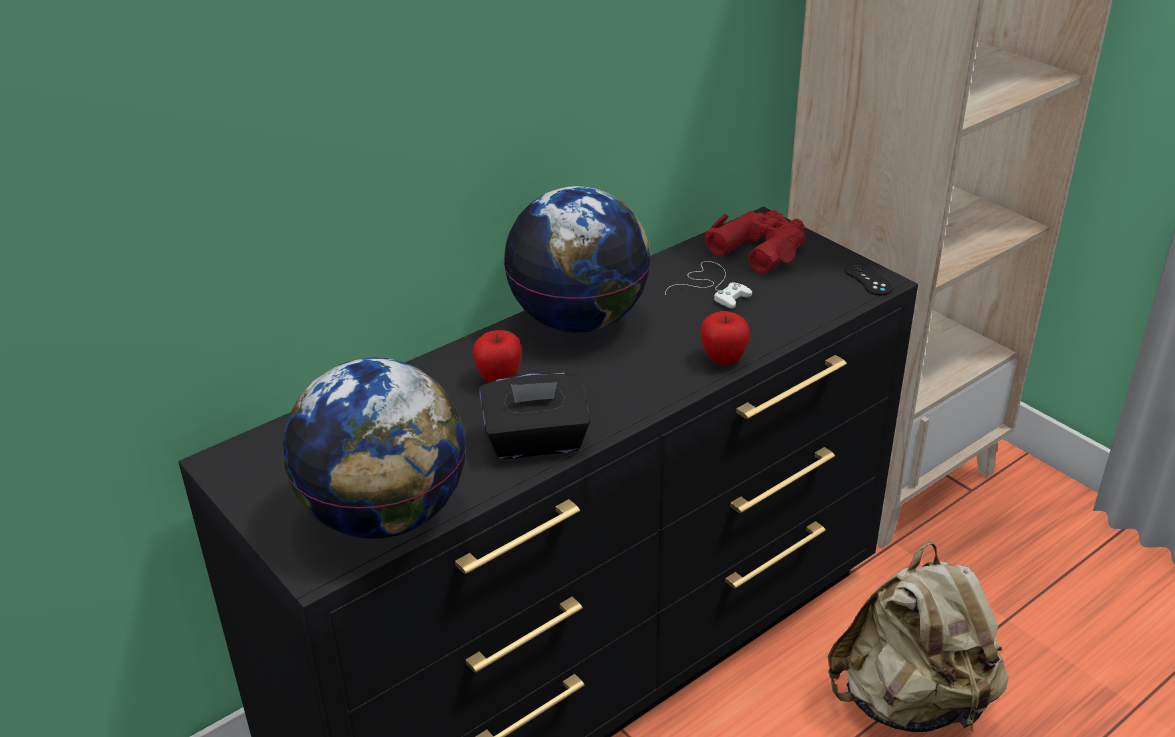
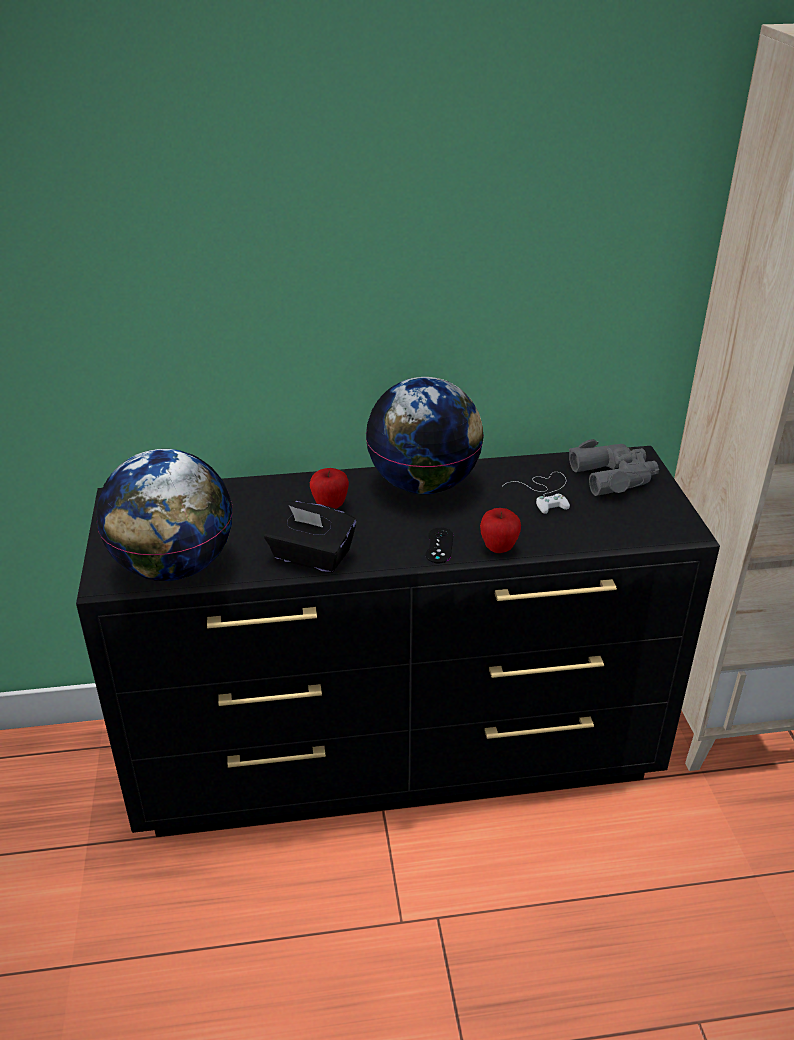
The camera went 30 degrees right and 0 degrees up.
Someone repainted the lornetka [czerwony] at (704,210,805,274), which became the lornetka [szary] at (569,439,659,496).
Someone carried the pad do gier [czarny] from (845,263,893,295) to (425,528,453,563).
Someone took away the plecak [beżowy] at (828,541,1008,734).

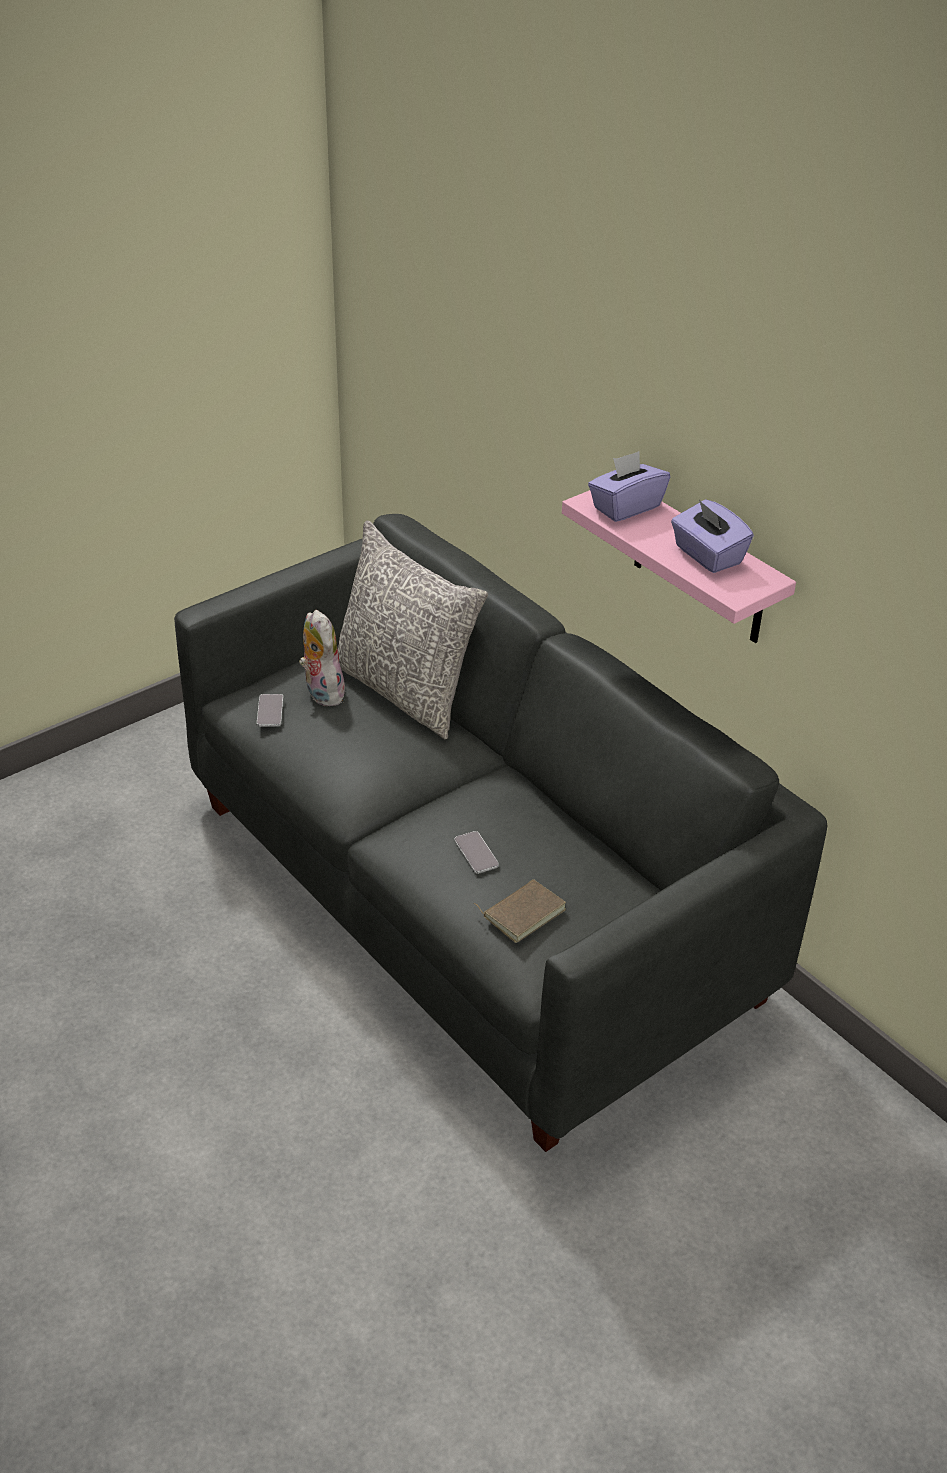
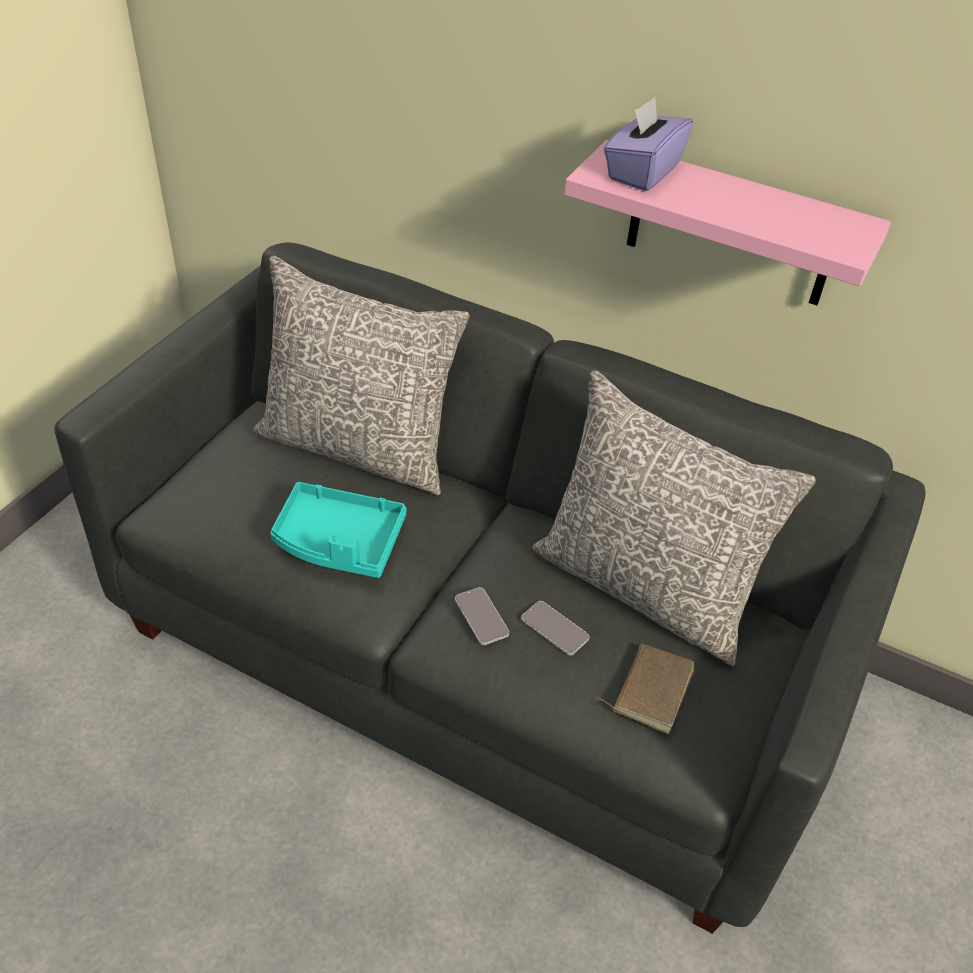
The camera went 25 degrees left and 5 degrees up.
Someone took away the pudełko chusteczek [fioletowy] at (671,499,754,573).
Someone took away the pluszak at (299,610,345,706).
Someone carried the telefon from (257,694,283,727) to (455,587,509,645).
Someone put down the poduszka [szary] at (533,370,816,666).
Someone put down the taca [turkusowy] at (270,482,407,578).

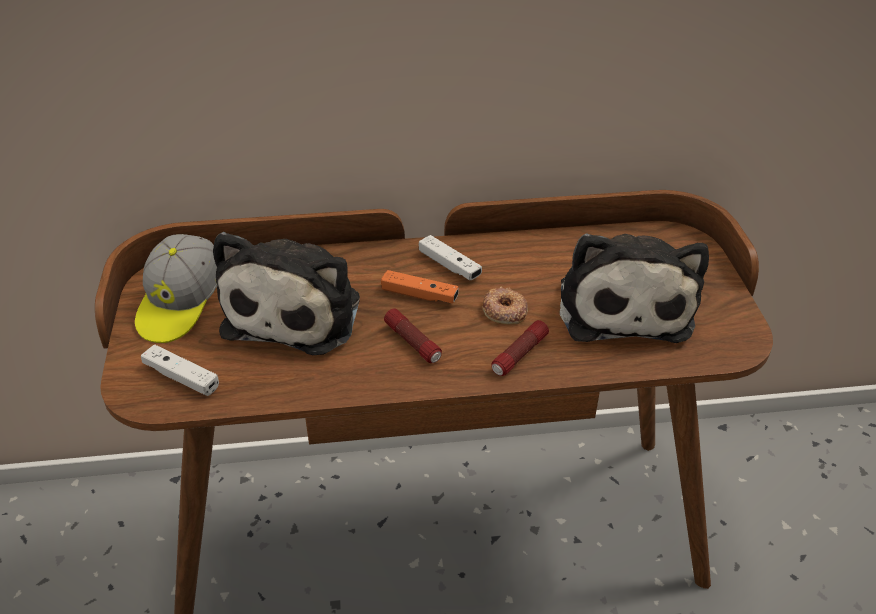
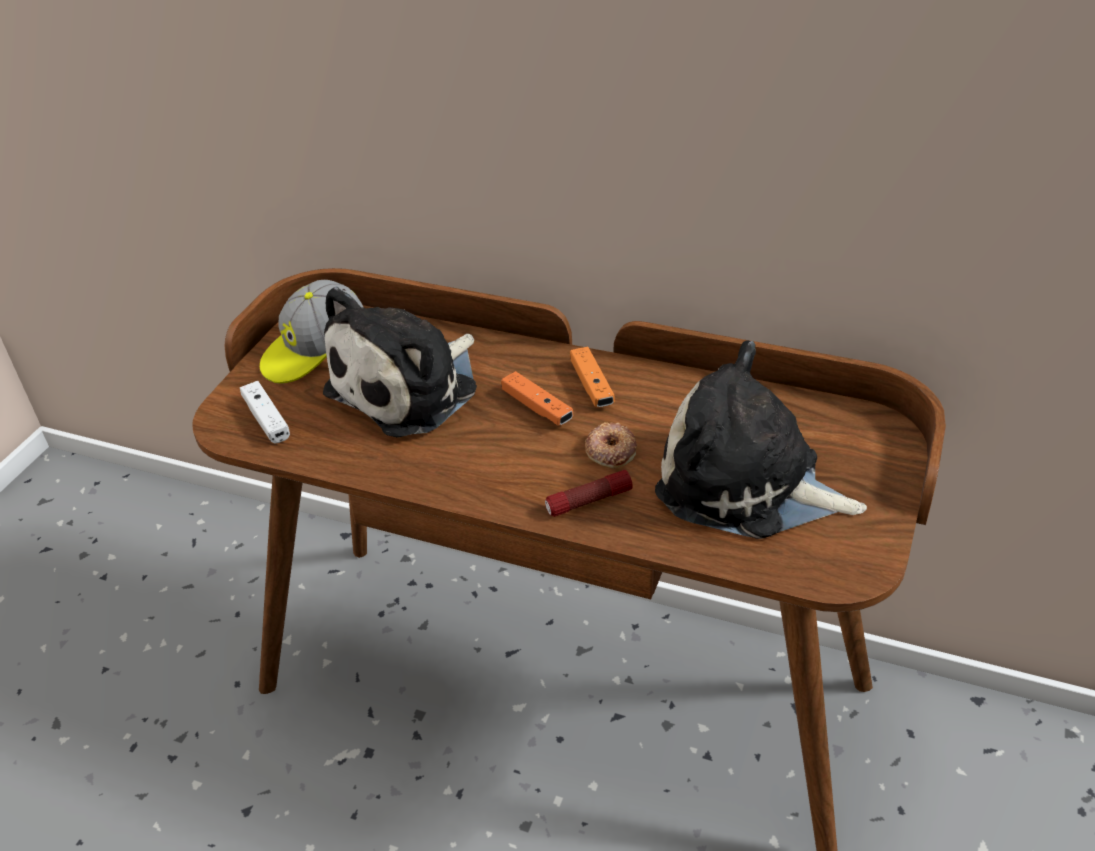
The camera went 30 degrees right and 0 degrees up.
Someone rotated the pluszak at (560,233,709,343) by 90 degrees clockwise.
Someone repainted the pad do gier [biały] at (419,235,482,280), which became the pad do gier [pomarańczowy] at (570,347,615,407).
Someone took away the latarka at (384,308,442,363).

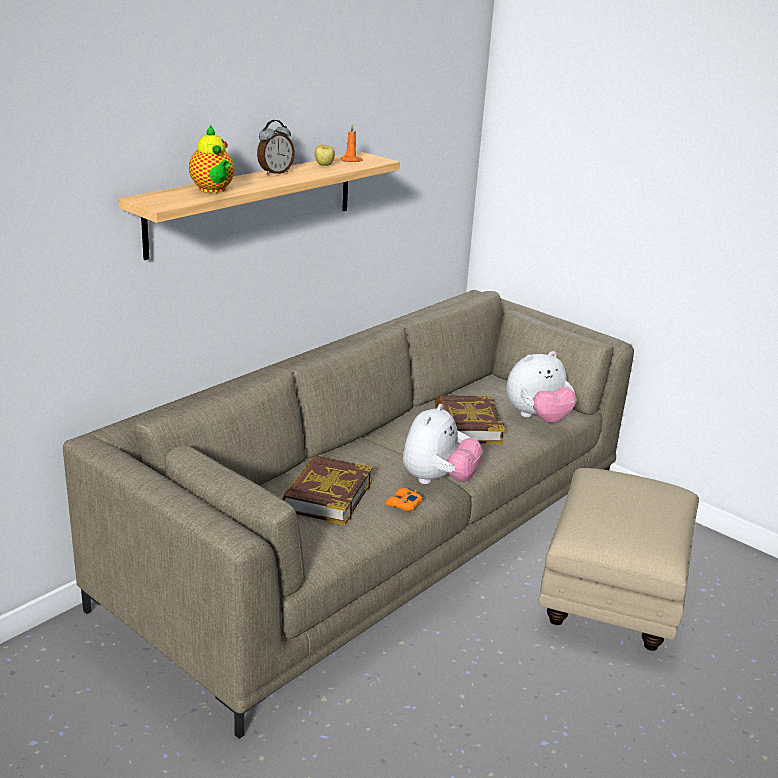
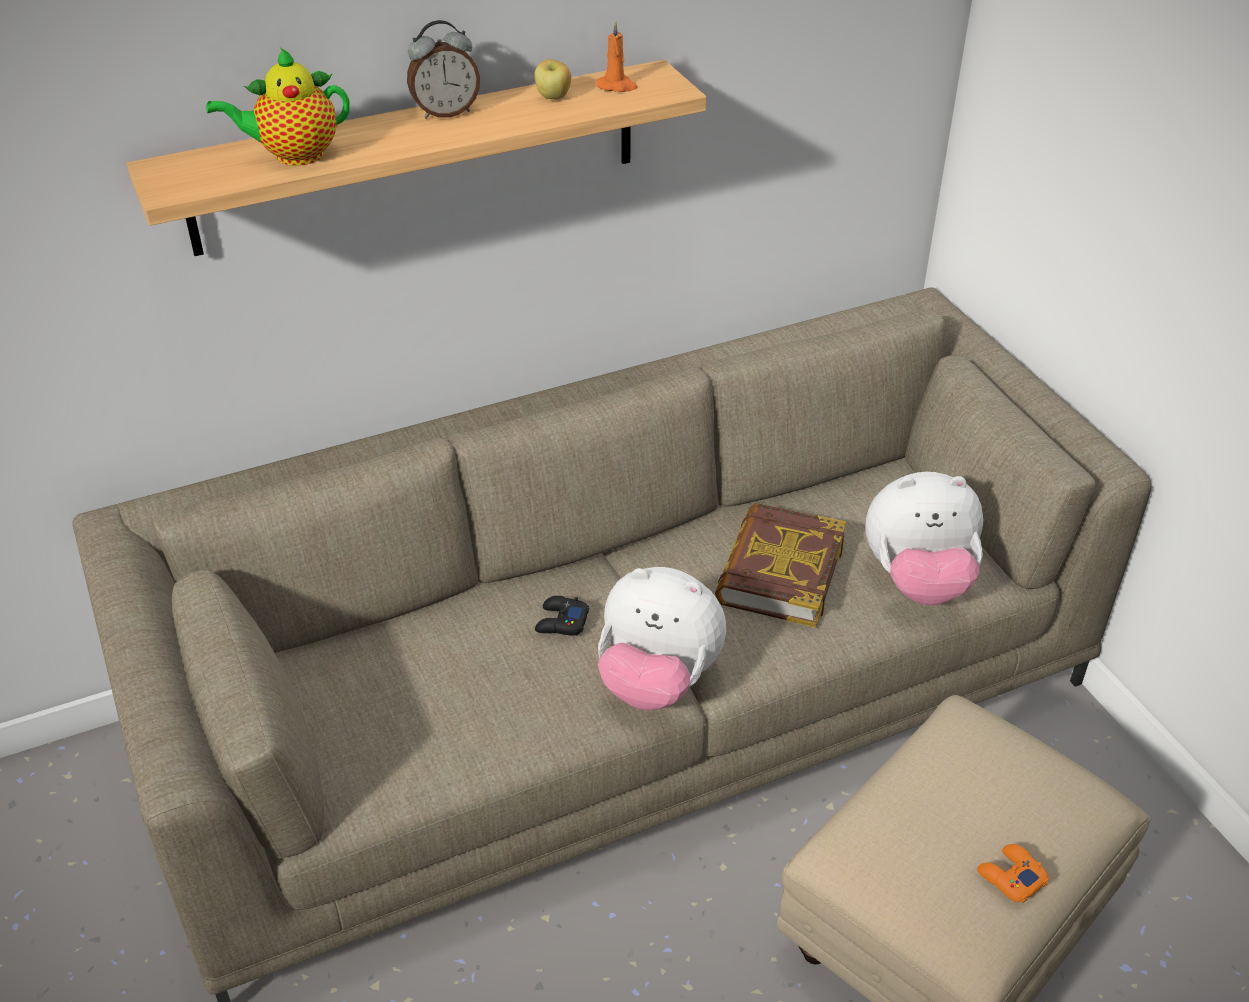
The camera went 25 degrees right and 15 degrees up.
Someone rotated the imbryk at (189,126,235,193) by 75 degrees clockwise.
Someone rotated the pluszak at (403,404,483,484) by 60 degrees clockwise.
Someone took away the książka at (282,455,373,525).
Someone carried the pad do gier [pomarańczowy] from (385,488,422,511) to (977,844,1049,903).
Someone put down the pad do gier [czarny] at (535,596,589,636).

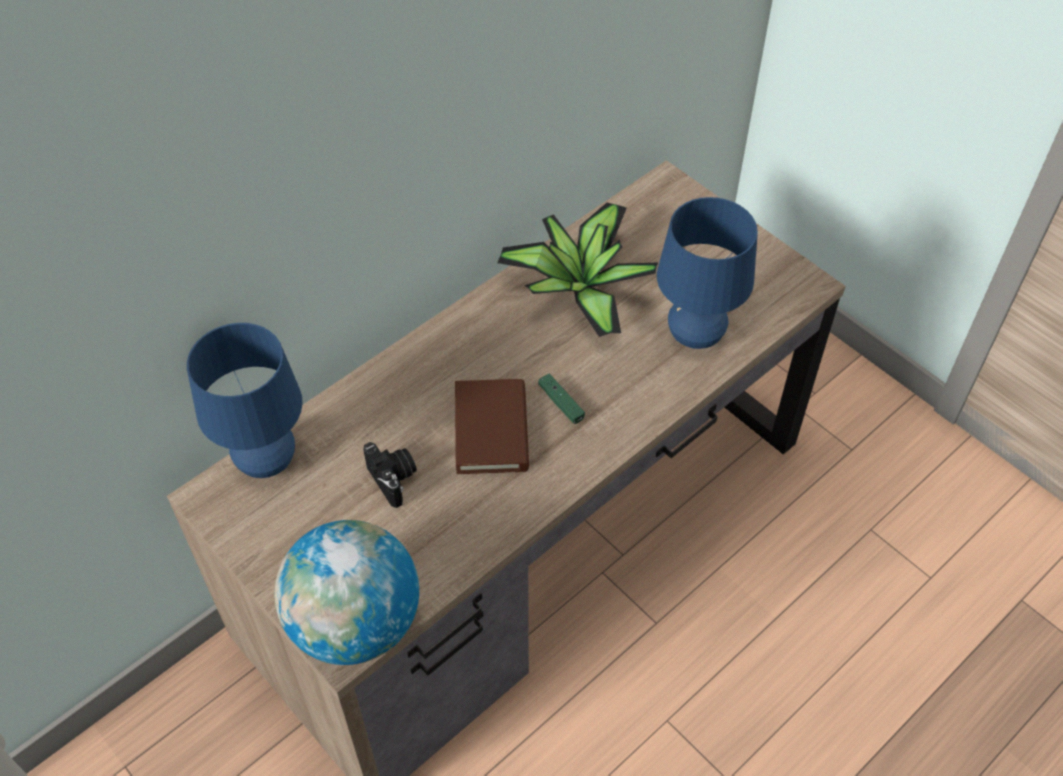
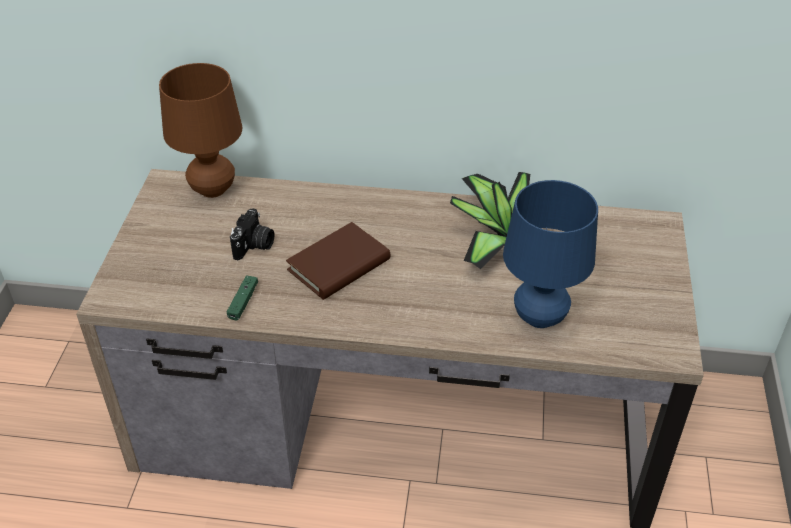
The camera went 50 degrees right and 10 degrees down.
Someone repainted the lampa stołowa [niebieski] at (187,323,303,478), which became the lampa stołowa [brązowy] at (159,63,242,198).
Someone carried the pad do gier [zielony] from (538,374,585,424) to (227,275,258,320).
Someone took away the globus at (275,520,419,665).

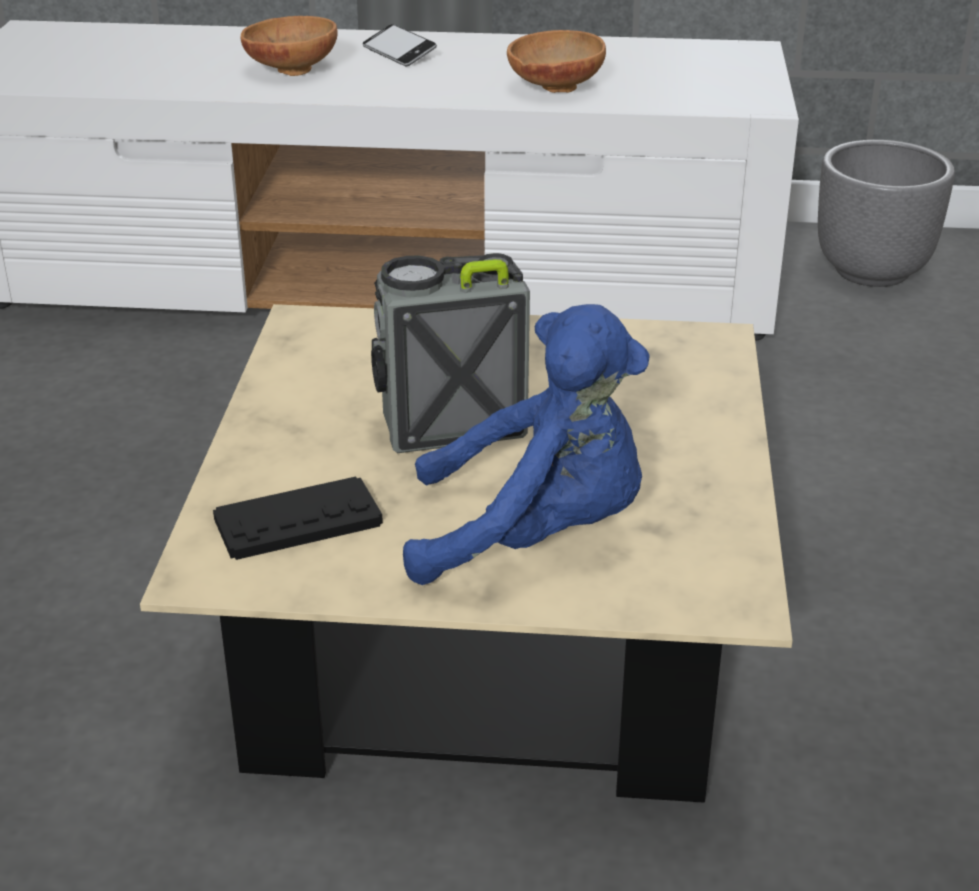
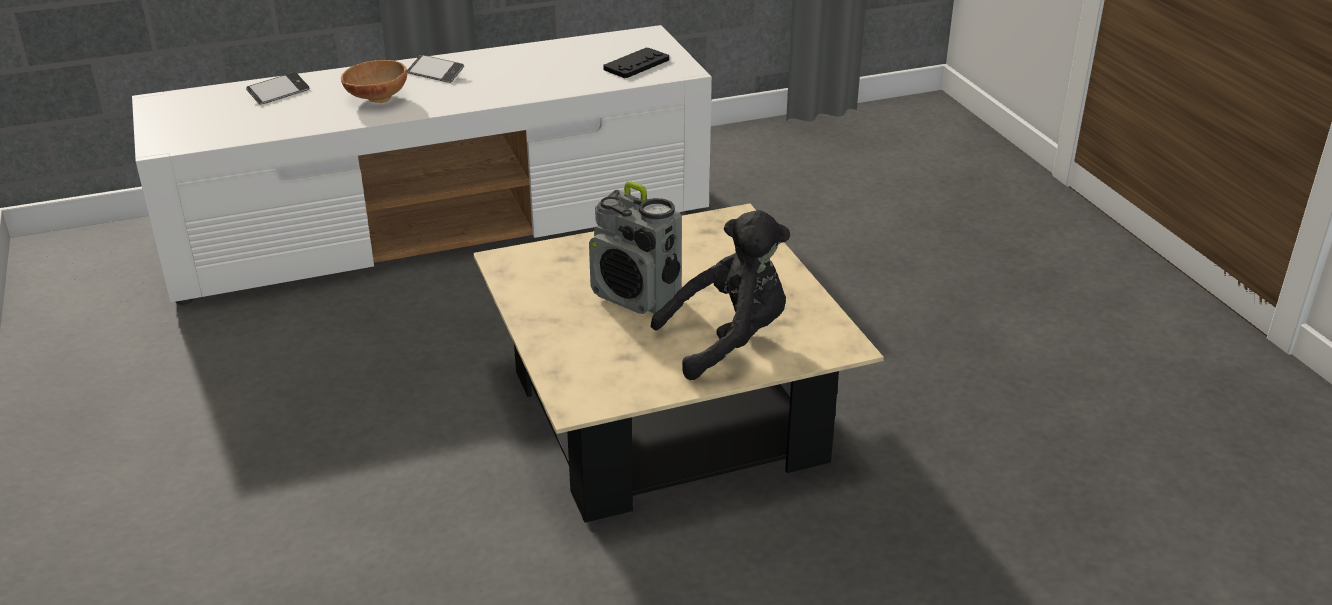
The camera went 25 degrees left and 0 degrees up.
Someone took away the miska [brązowy] at (507,30,606,93).
Someone took away the donica [szary] at (818,140,955,287).
Someone rotated the radio at (371,253,530,453) by 105 degrees counterclockwise.
Someone repainted the pluszak [niebieski] at (403,304,649,585), which became the pluszak [czarny] at (651,210,790,380).
Someone carried the pad do gier [czarny] from (213,476,383,560) to (604,48,669,78).
Someone put down the telefon at (246,72,309,105).

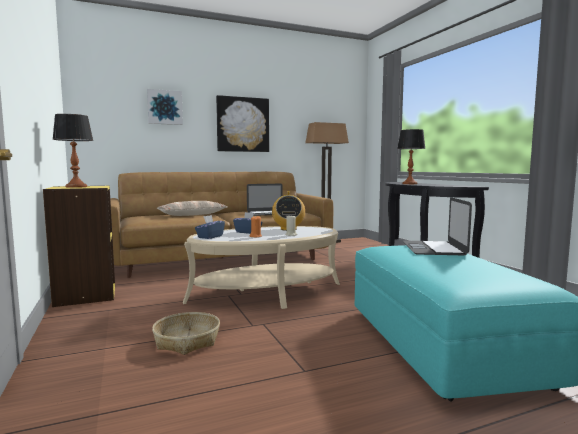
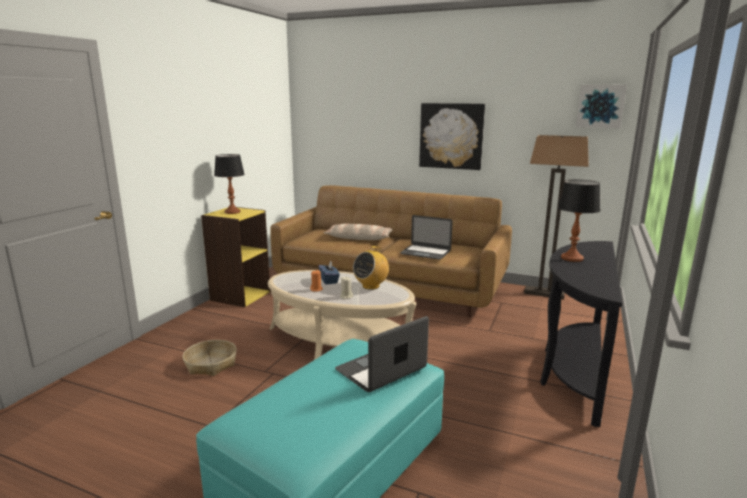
The camera went 45 degrees right and 10 degrees up.
Someone carried the obraz from (147,89,183,125) to (576,85,627,128).
Someone took away the pudełko chusteczek [niebieski] at (195,215,225,239).

